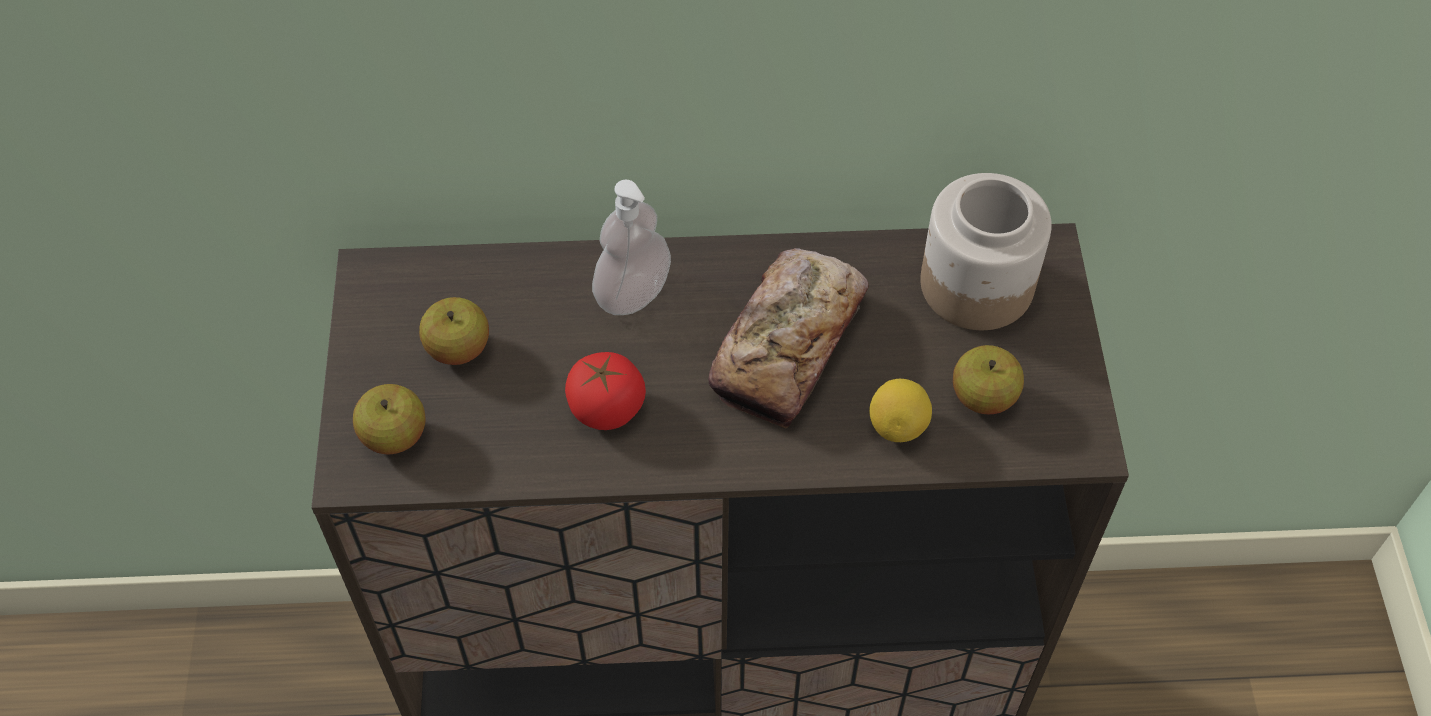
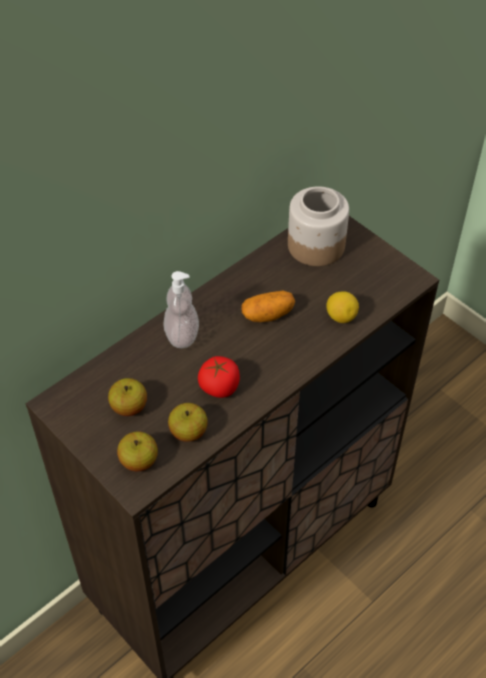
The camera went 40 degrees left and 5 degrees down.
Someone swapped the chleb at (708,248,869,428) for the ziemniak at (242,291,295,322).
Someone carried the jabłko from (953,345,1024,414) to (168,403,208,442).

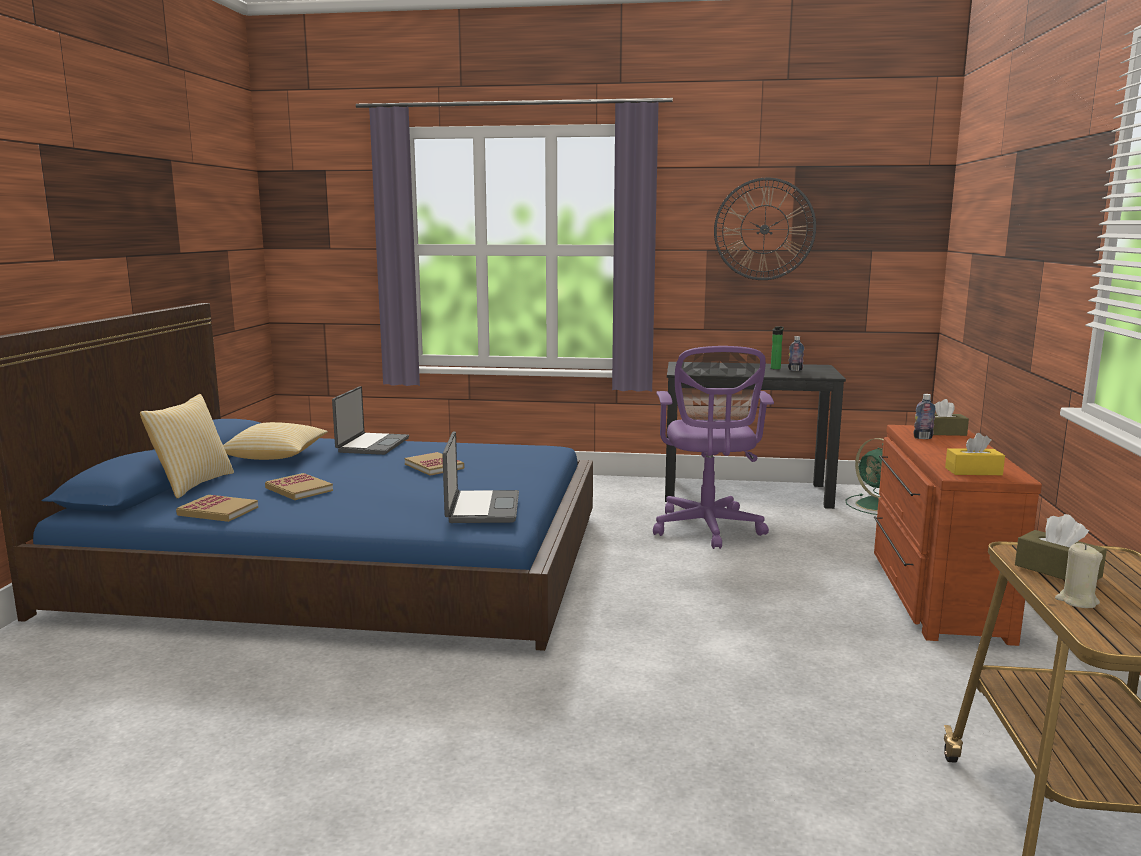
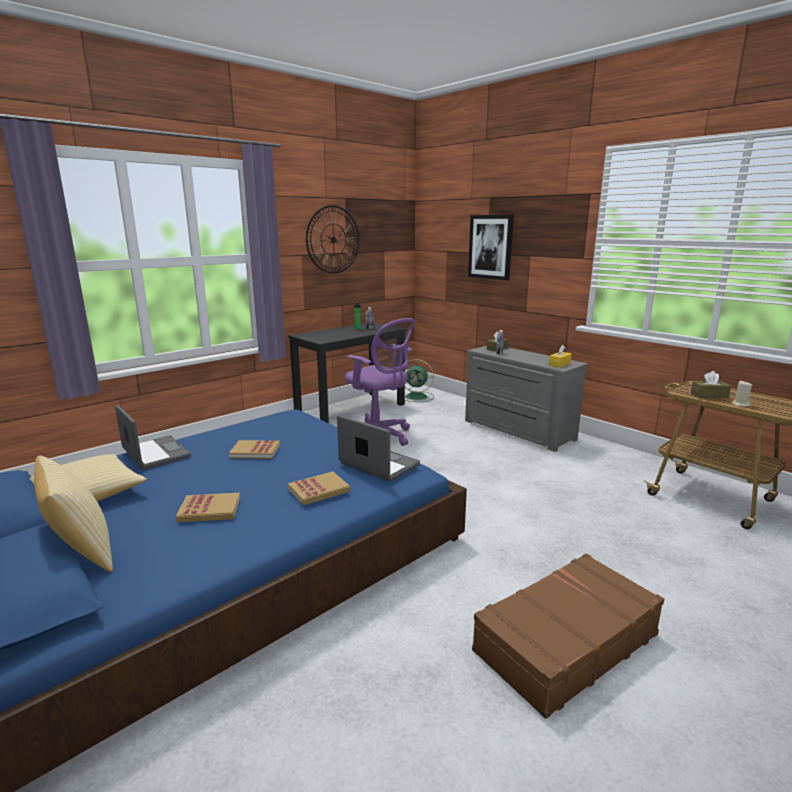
The camera went 50 degrees left and 5 degrees up.
Someone repainted the komoda [brązowy] at (874,425,1042,646), which became the komoda [szary] at (465,346,587,452).
Someone carried the książka from (176,495,258,522) to (288,471,350,505).
Someone put up the obraz at (468,215,514,281).
Someone put down the walizka [brązowy] at (472,553,664,719).

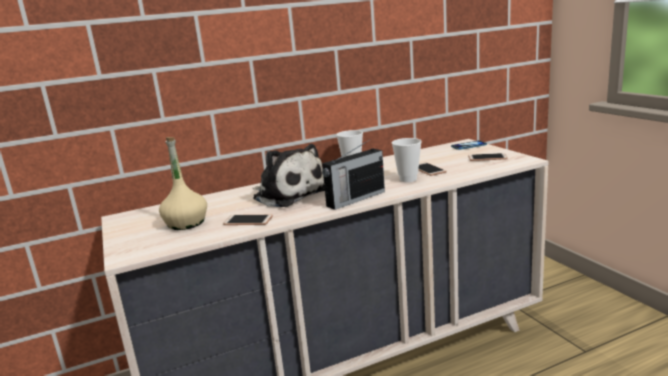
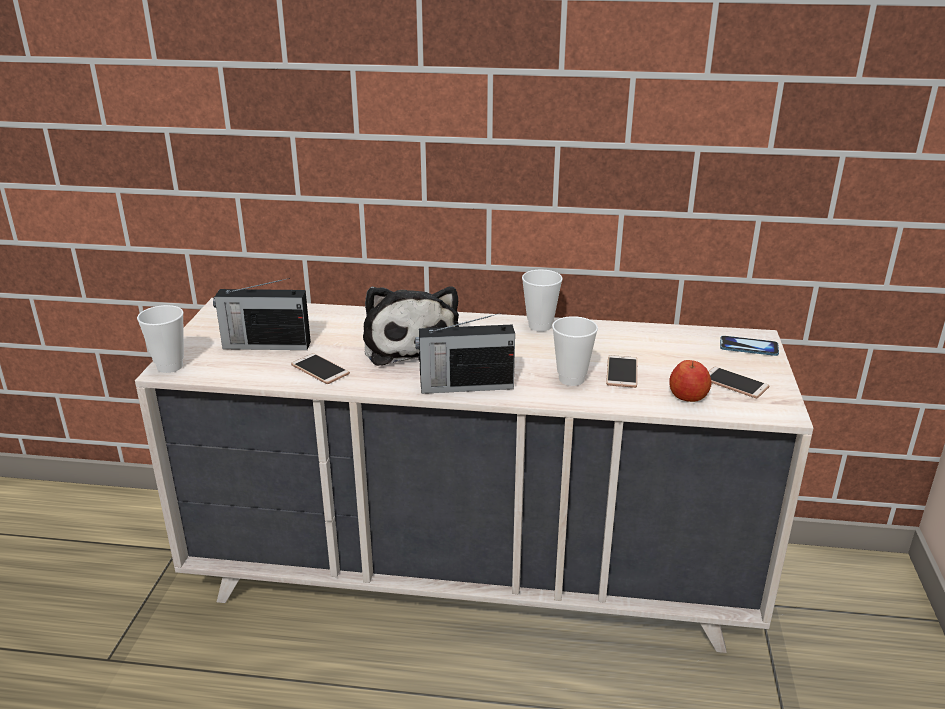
The camera went 30 degrees right and 10 degrees up.
Someone swapped the butelka [beżowy] at (159,137,207,230) for the radio at (213,278,311,350).
Someone put down the filiżanka at (137,305,184,373).
Someone put down the jabłko at (669,360,712,402).

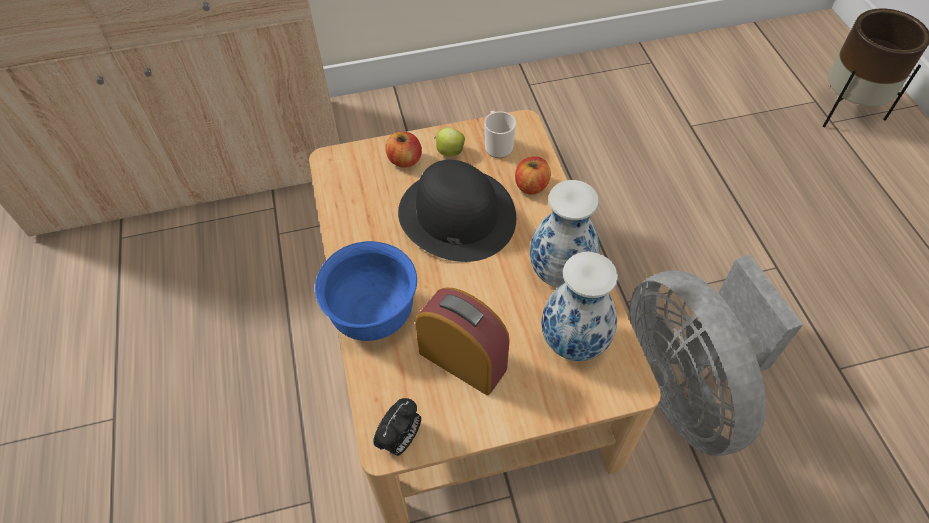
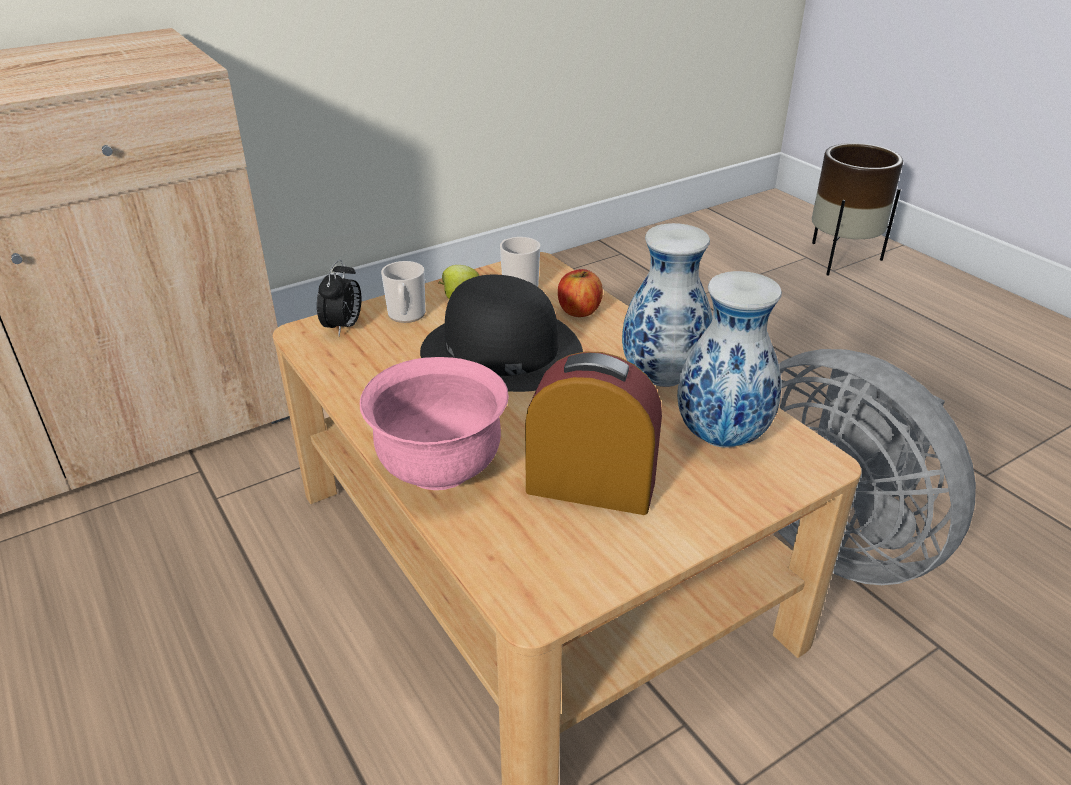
The camera went 20 degrees left and 20 degrees down.
Someone swapped the jabłko at (385,132,422,168) for the kubek at (381,261,426,323).
Someone repainted the miska [niebieski] at (315,241,417,341), which became the miska [różowy] at (360,357,509,490).
Someone carried the budzik from (373,398,421,456) to (317,259,361,336).

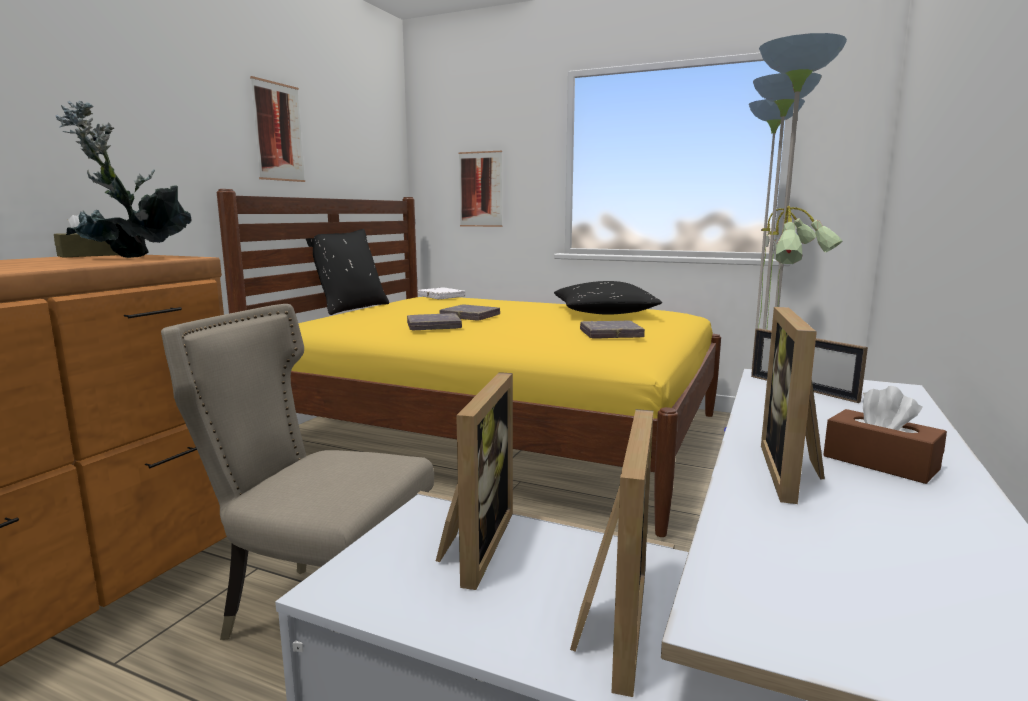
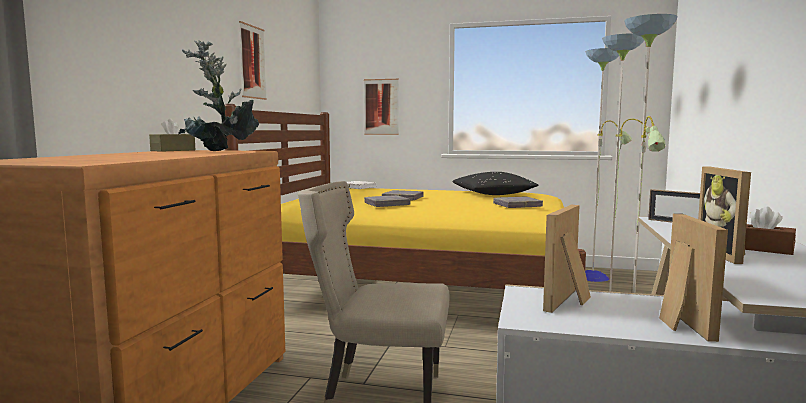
The camera went 10 degrees left and 5 degrees down.
Someone took away the poduszka [czarny] at (306,229,389,315).
Someone rotated the ramka na zdjęcie at (436,372,513,590) by 150 degrees counterclockwise.

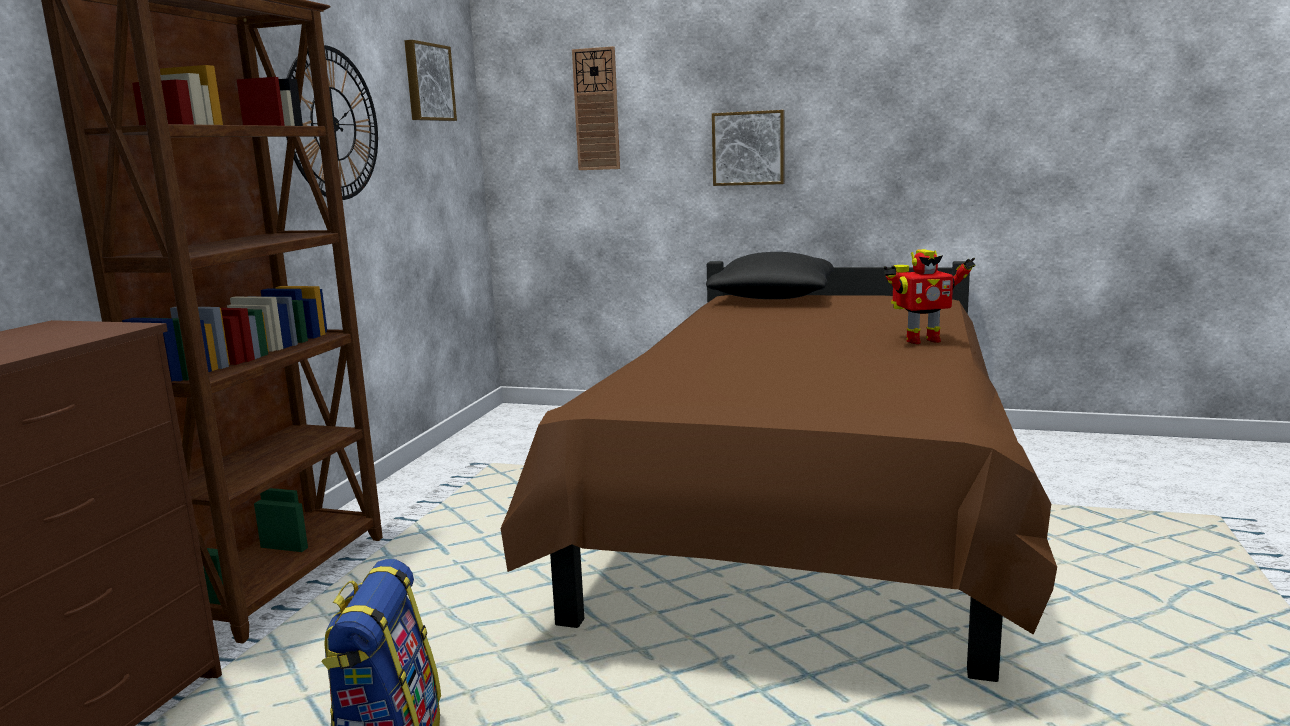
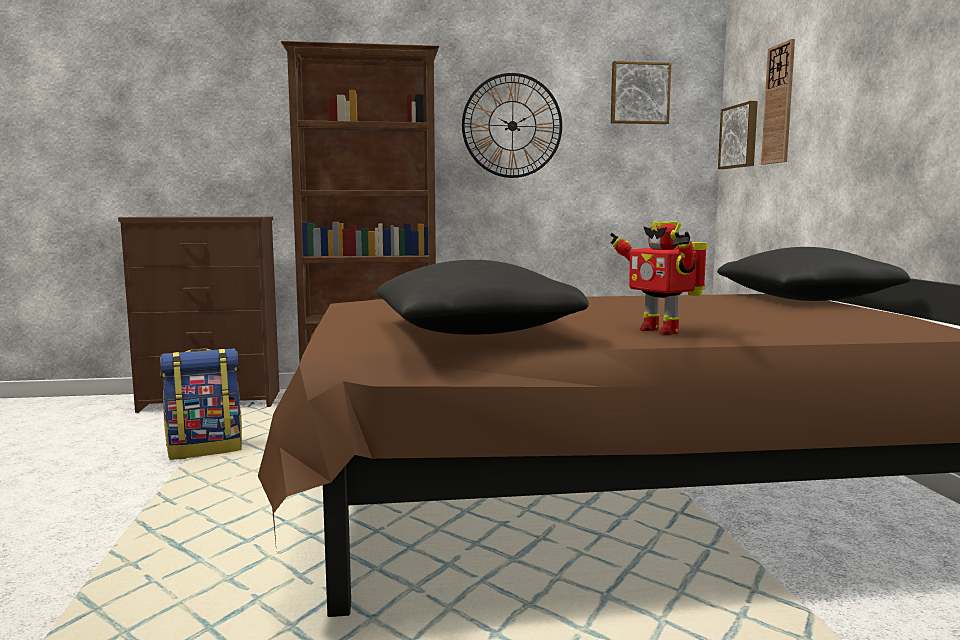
The camera went 65 degrees right and 5 degrees down.
Someone carried the obraz from (712,110,784,186) to (718,101,758,169).
Someone put down the poduszka [czarny] at (376,260,589,335).

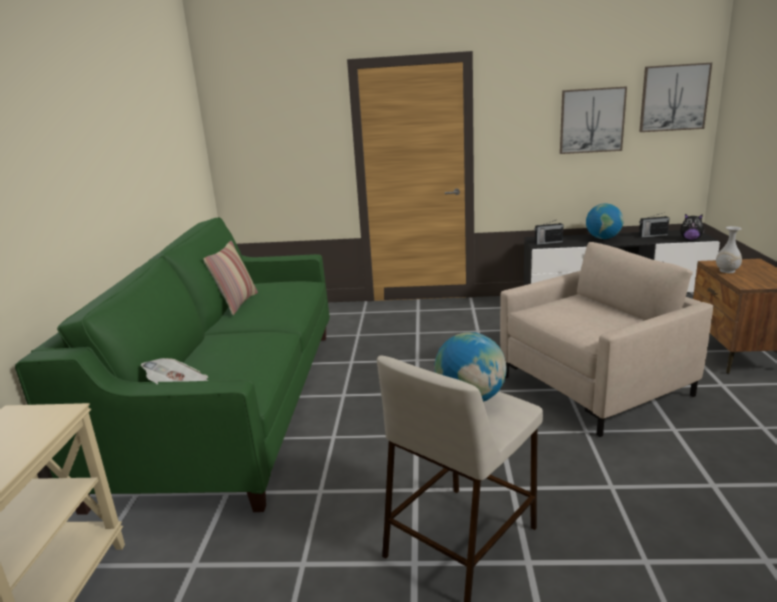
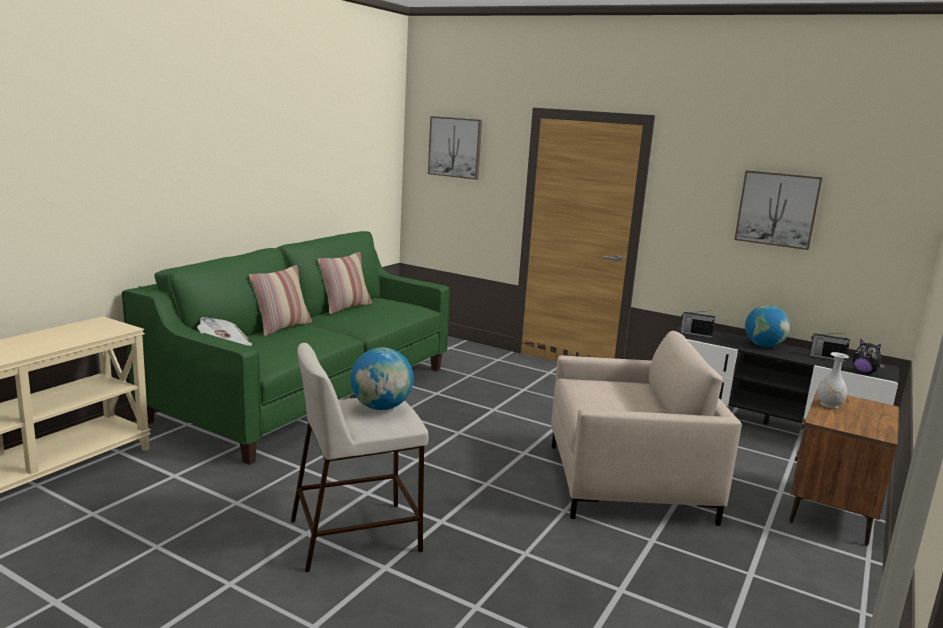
The camera went 25 degrees right and 5 degrees down.
Someone carried the obraz from (639,63,712,132) to (428,116,482,180).
Someone put down the poduszka at (249,265,312,336).

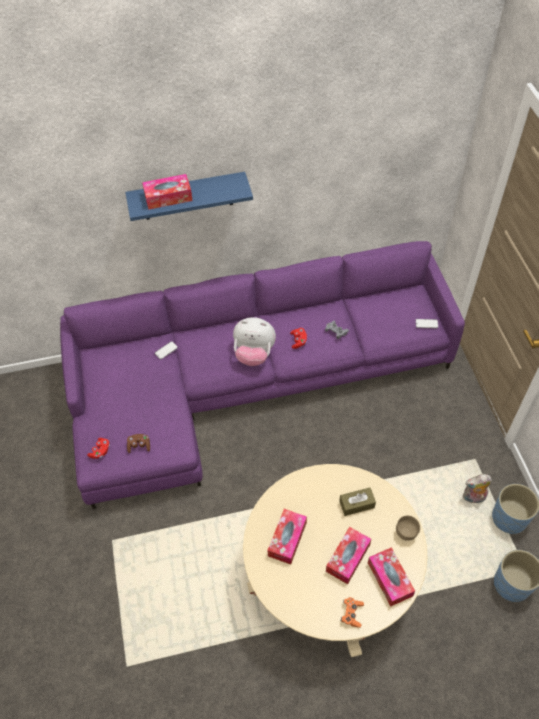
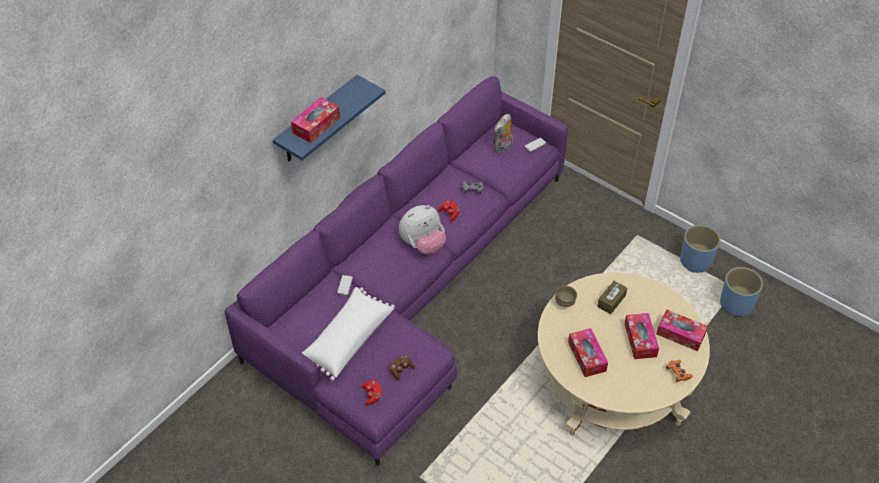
The camera went 40 degrees left and 5 degrees down.
Someone carried the pluszak from (463,474,492,503) to (494,114,513,153).
Someone carried the miska [brązowy] from (396,515,420,541) to (555,286,577,307).
Someone put down the poduszka [biały] at (302,287,395,381).

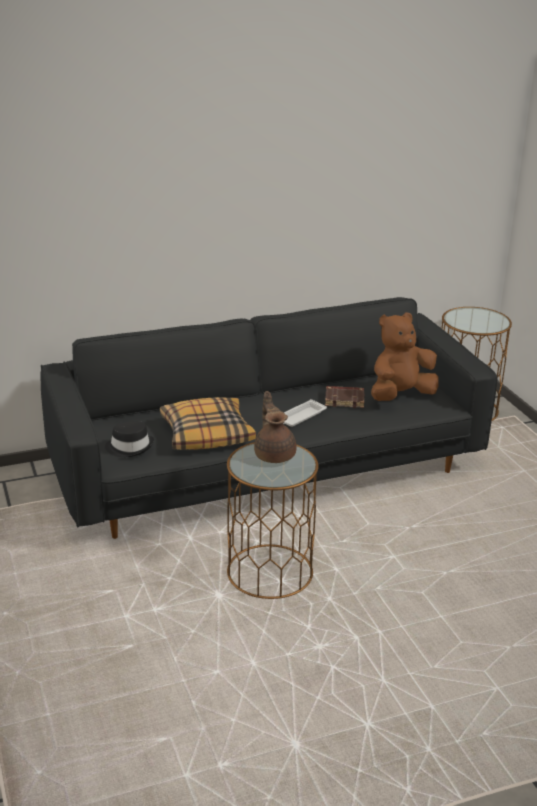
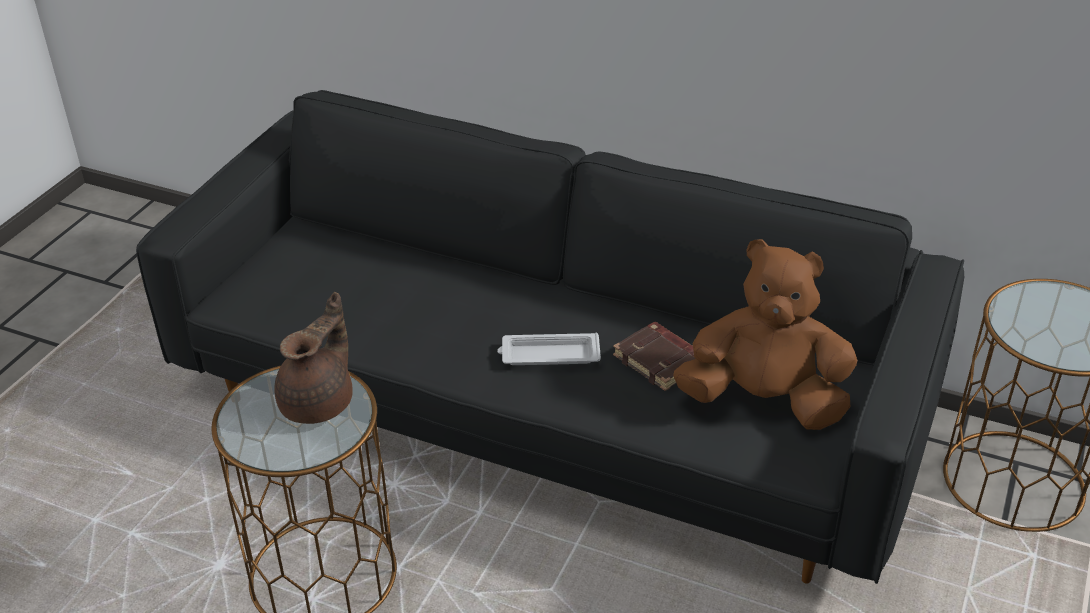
The camera went 45 degrees right and 10 degrees up.
Someone took away the poduszka at (160,397,256,450).
Someone took away the kapelusz [czarny] at (105,422,154,457).

